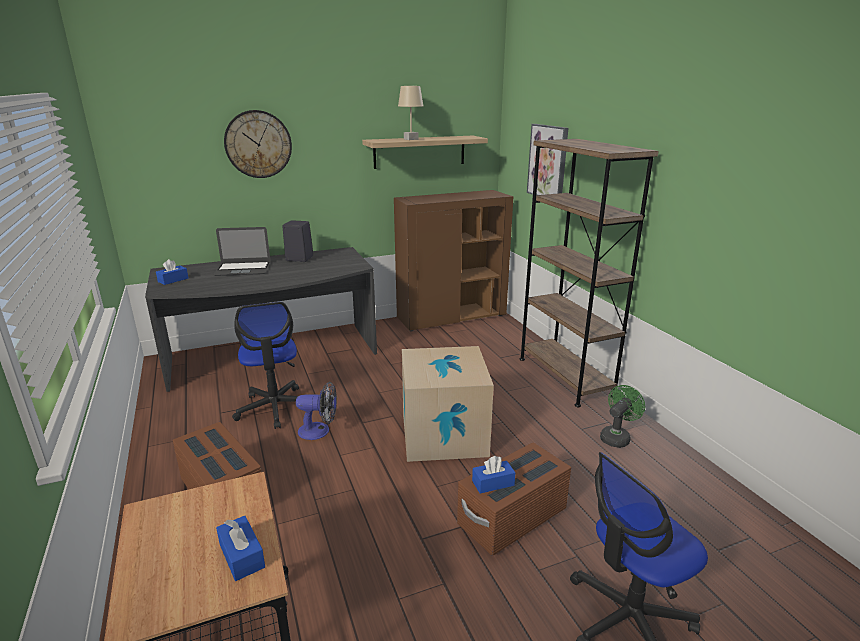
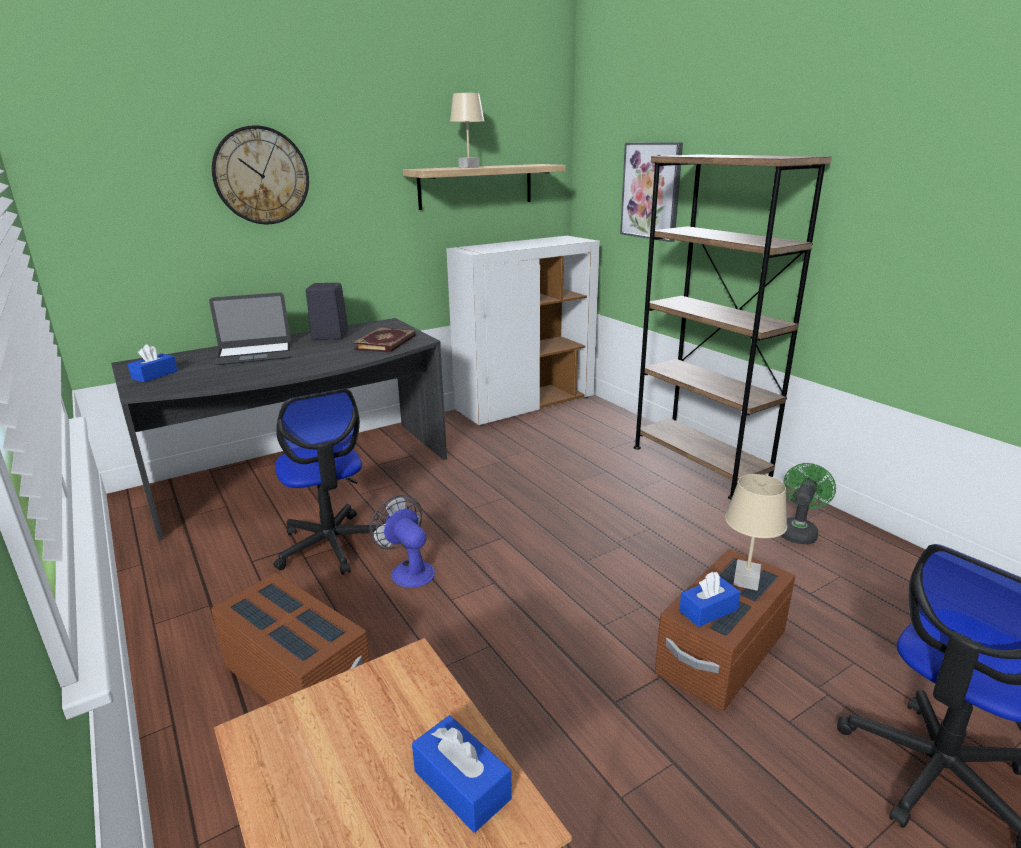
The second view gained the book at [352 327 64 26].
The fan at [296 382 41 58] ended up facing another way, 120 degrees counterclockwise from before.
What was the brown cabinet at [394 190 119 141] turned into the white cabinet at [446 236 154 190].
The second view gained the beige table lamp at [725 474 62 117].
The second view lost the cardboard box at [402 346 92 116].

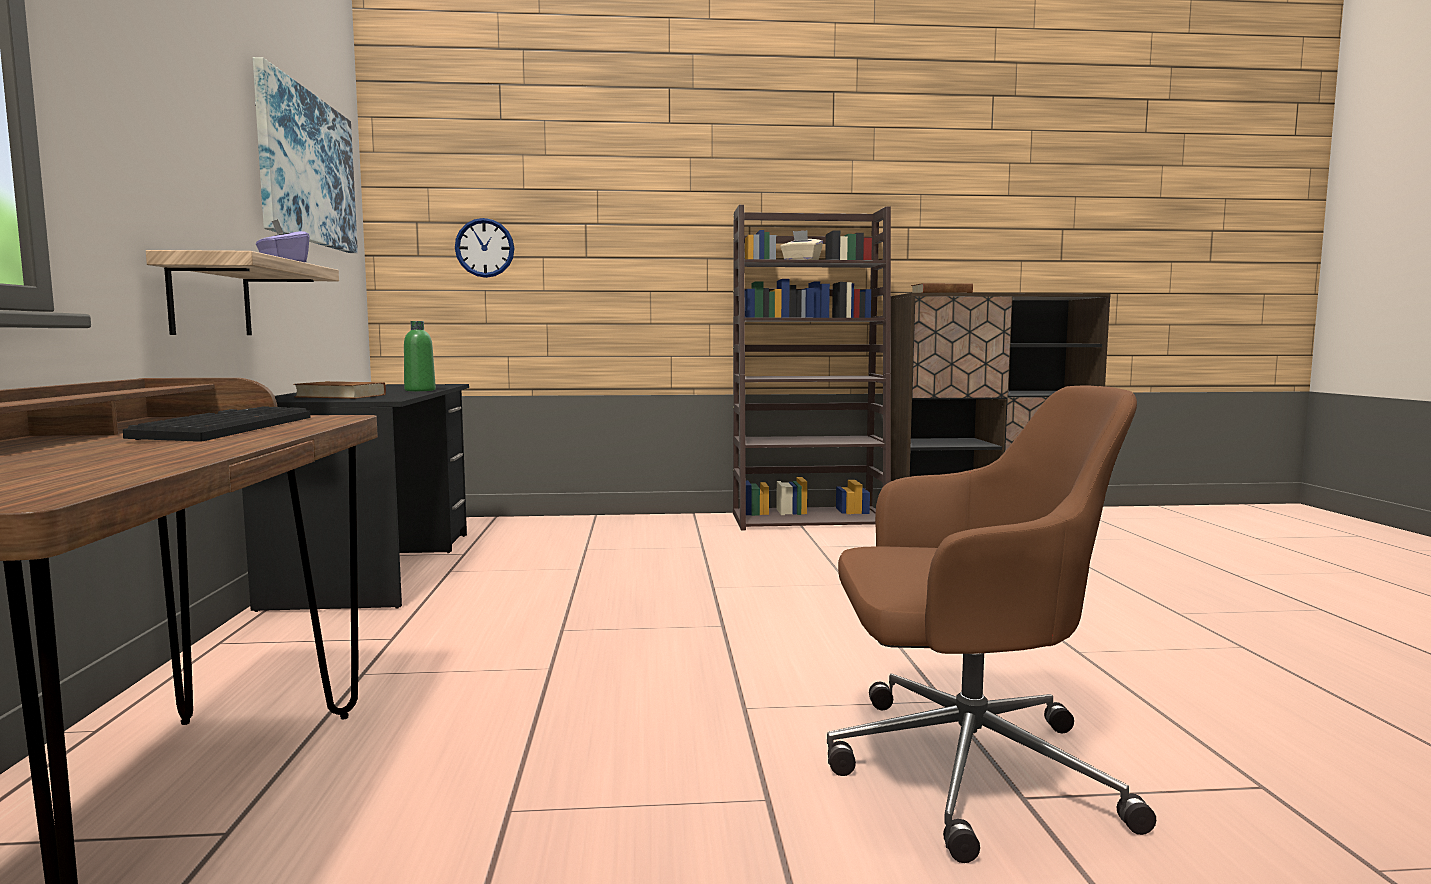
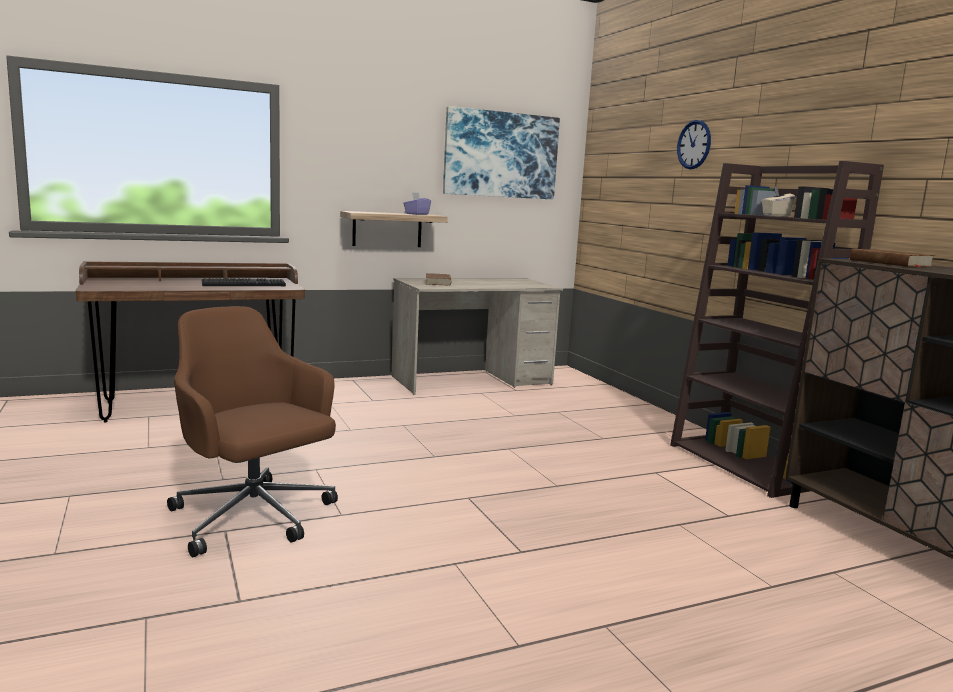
The brown office chair at [827 386 329 477] ended up facing another way, 150 degrees clockwise from before.
What was the black desk at [242 384 227 228] turned into the beige desk at [391 278 172 117].
The wall clock ended up elsewhere, having gone from [455 218 59 60] to [677 120 34 49].
The second view lost the green bottle at [404 321 32 70].

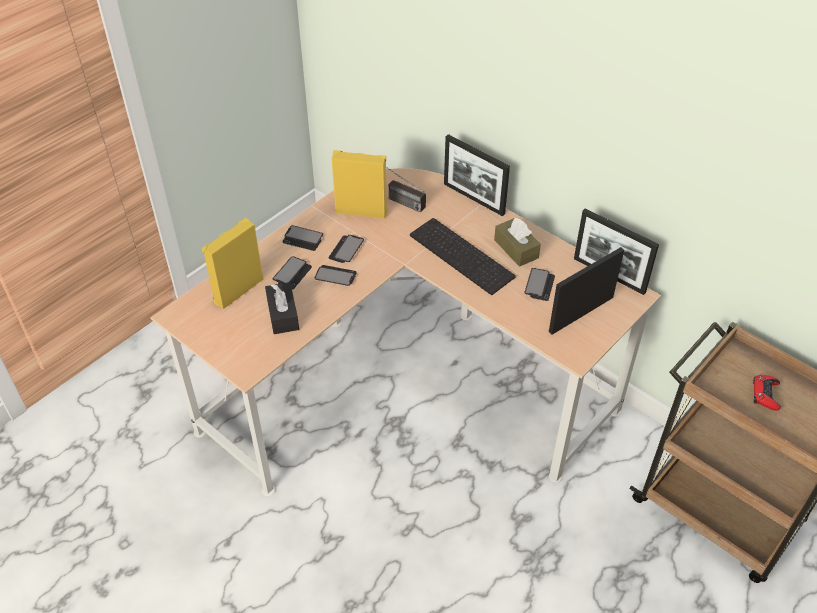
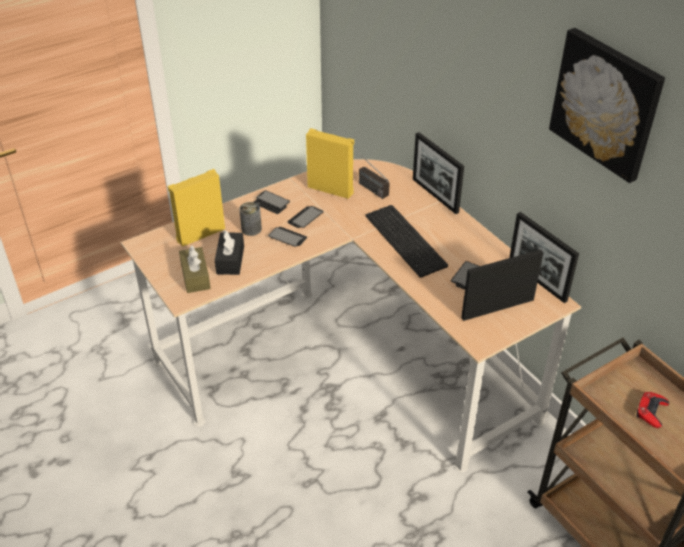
The brown tissue box ended up elsewhere, having gone from [494 217 47 50] to [179 245 32 48].
Where the phone stood at [272 256 40 34], the can came to stand at [239 202 23 34].
The second view gained the picture at [549 28 116 155].

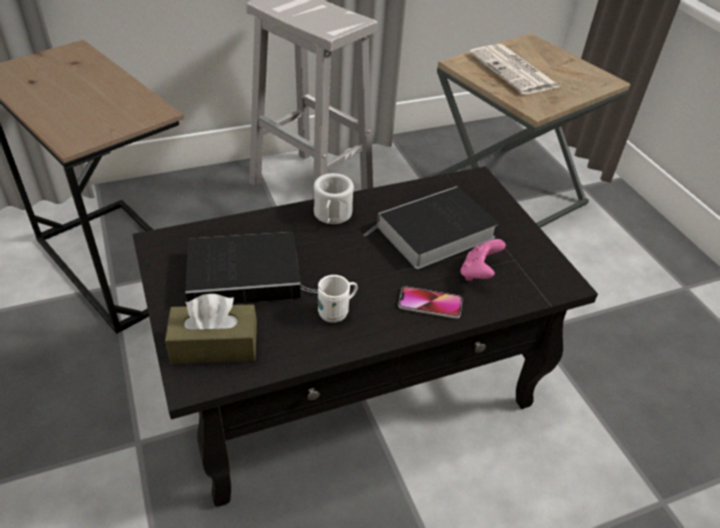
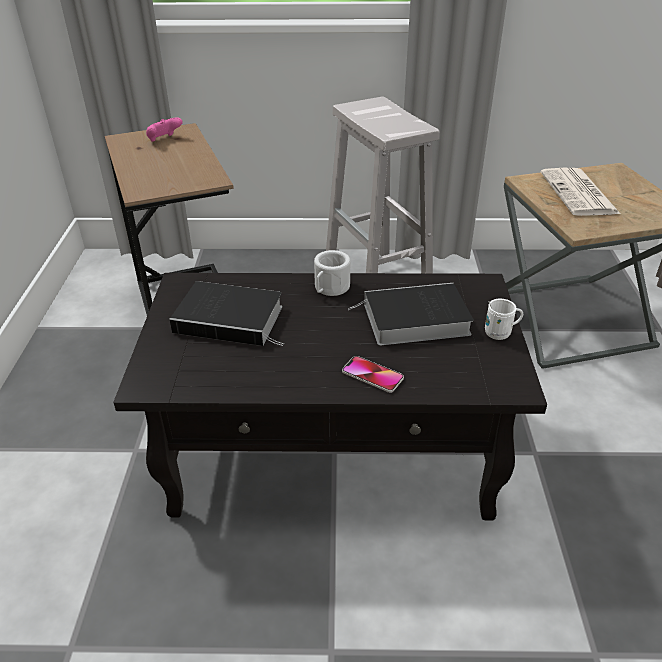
The pink game controller ended up elsewhere, having gone from [460 239 46 42] to [146 118 36 24].
The white mug ended up elsewhere, having gone from [318 275 40 48] to [485 298 38 42].
The second view lost the brown tissue box at [165 294 92 70].

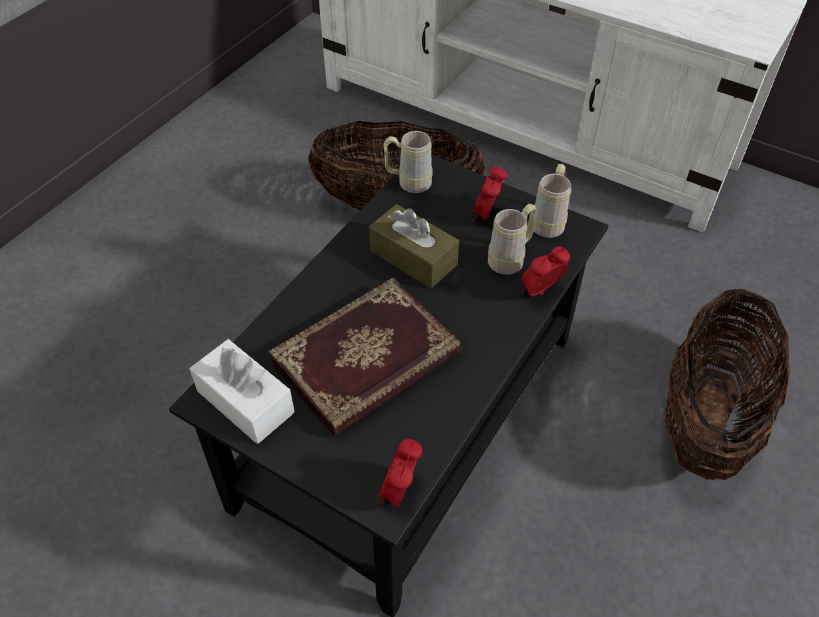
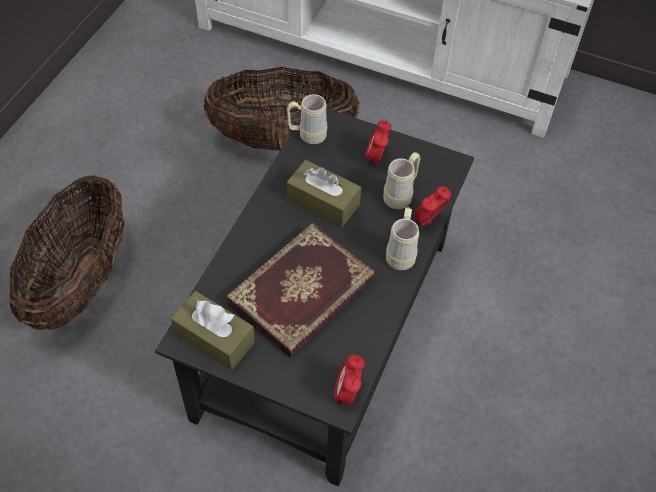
The basket ended up elsewhere, having gone from [665 288 125 192] to [9 175 115 156].
What was the white tissue box at [190 339 105 105] turned into the brown tissue box at [171 291 84 79].
The beige mug ended up elsewhere, having gone from [534 164 37 74] to [386 207 33 63].

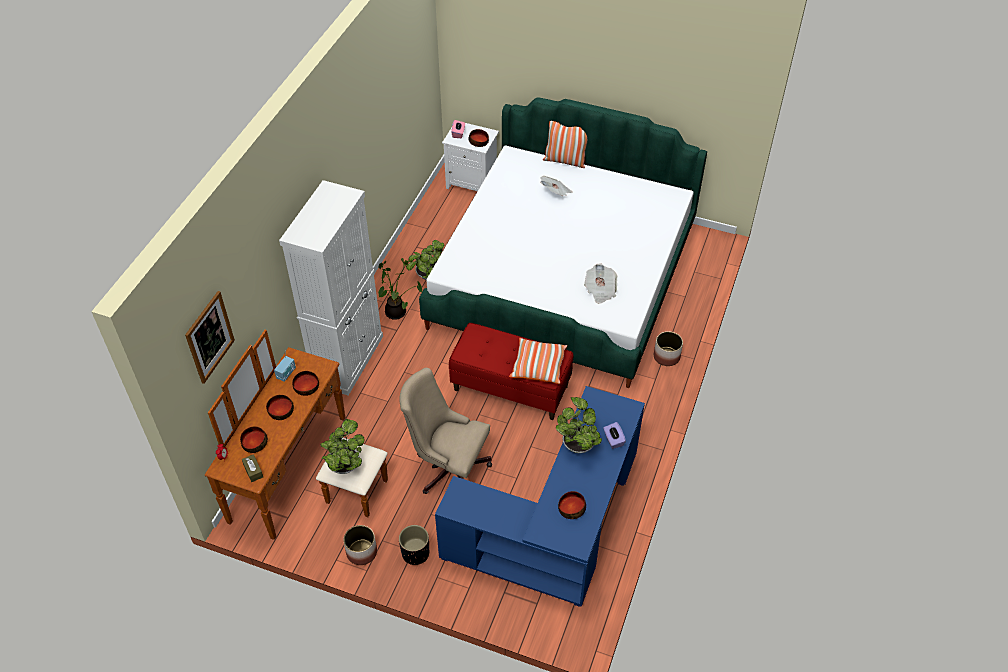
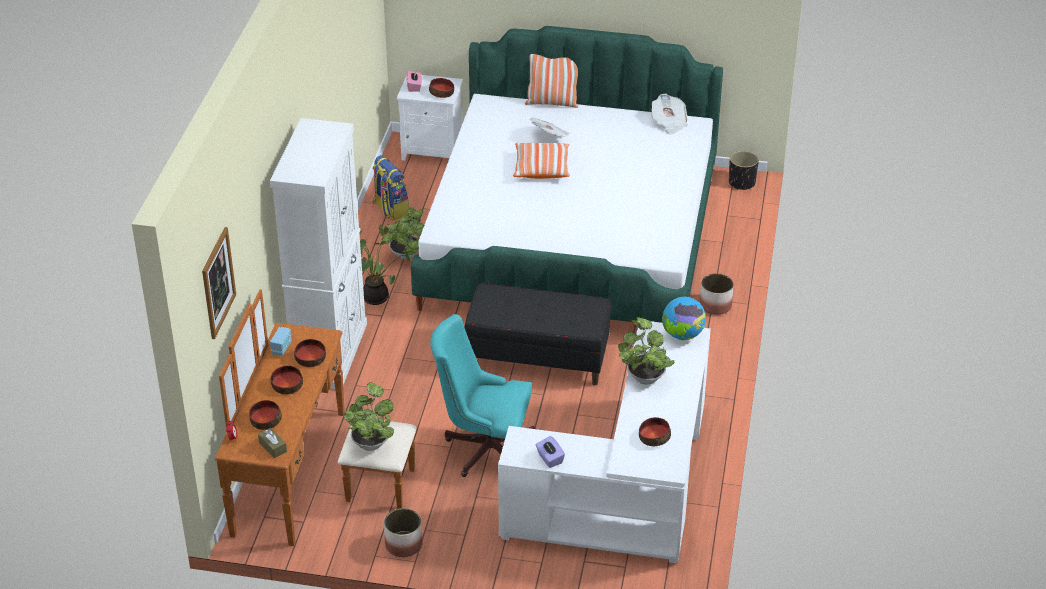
The second view gained the backpack at [373 155 36 66].
What was the beige office chair at [399 368 93 126] turned into the turquoise office chair at [430 314 105 163].
What was the red bench at [449 323 124 97] turned into the black bench at [465 283 146 102].
What was the blue desk at [435 386 210 221] turned into the white desk at [498 321 213 242].
The pillow ended up elsewhere, having gone from [509 338 58 46] to [513 143 57 36].
The purple tissue box ended up elsewhere, having gone from [603 422 23 27] to [536 436 29 32].
The newspaper ended up elsewhere, having gone from [584 264 33 40] to [651 94 37 41].
The second view gained the globe at [662 297 44 43].
The black planter ended up elsewhere, having gone from [399 525 30 40] to [729 151 30 39].

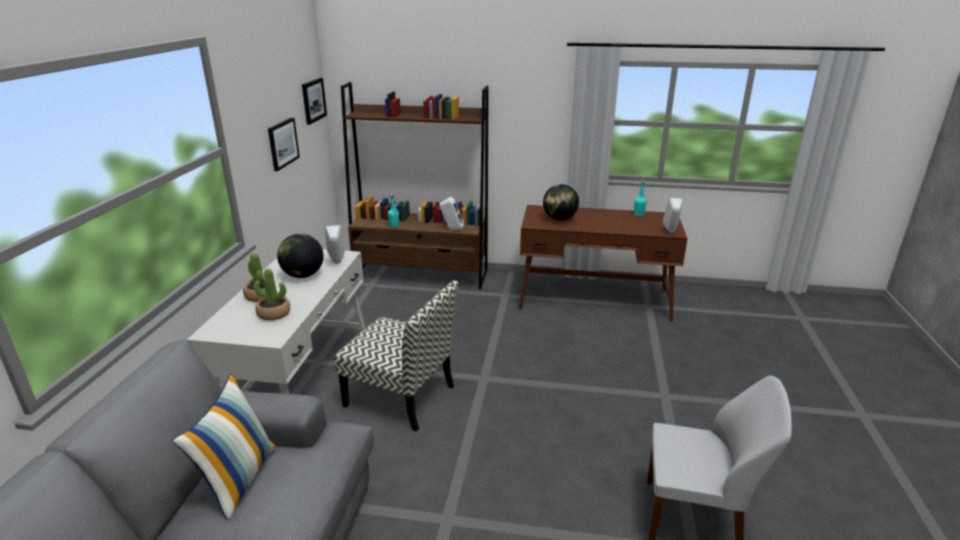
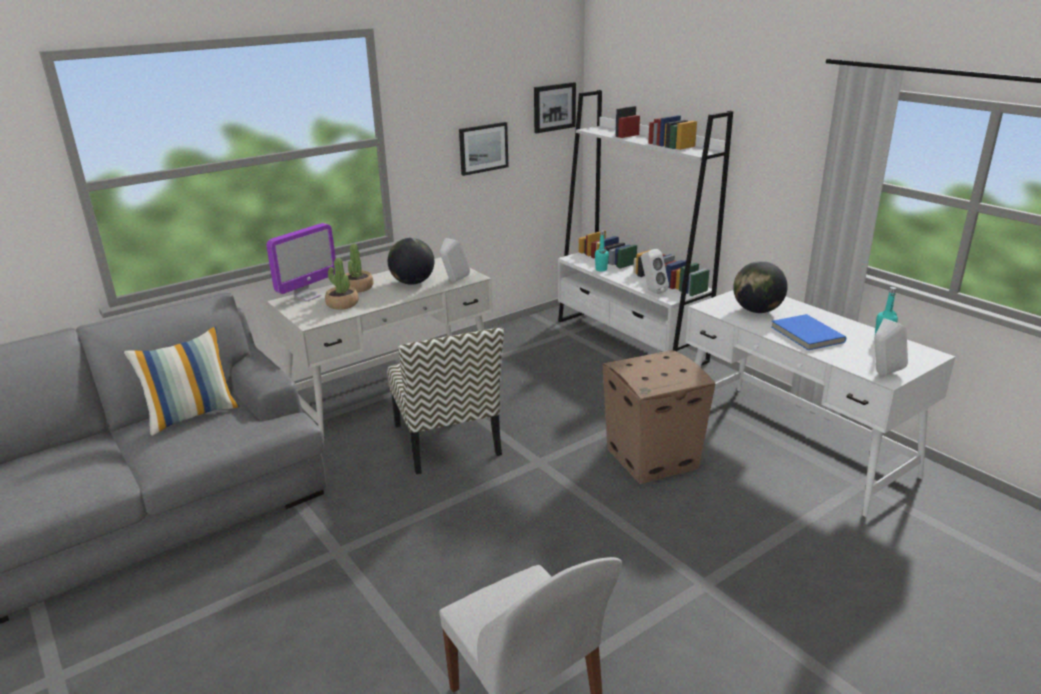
The second view gained the monitor at [266 223 70 79].
What was the brown bookcase at [341 82 148 207] turned into the white bookcase at [558 90 175 276].
The second view gained the cardboard box at [602 350 113 134].
What was the brown desk at [519 205 169 117] turned into the white desk at [685 290 270 227].
The second view gained the blue book at [772 314 74 36].

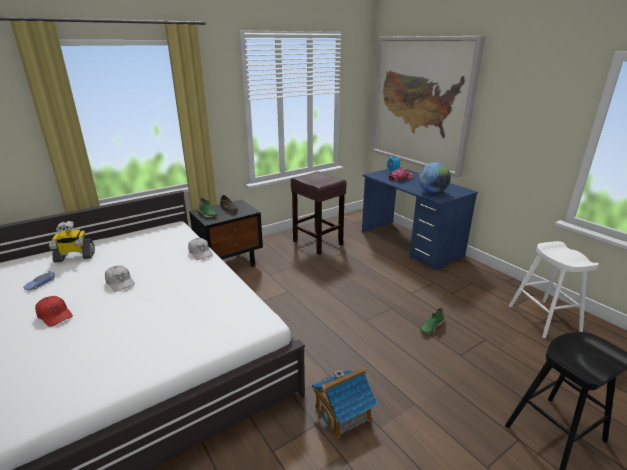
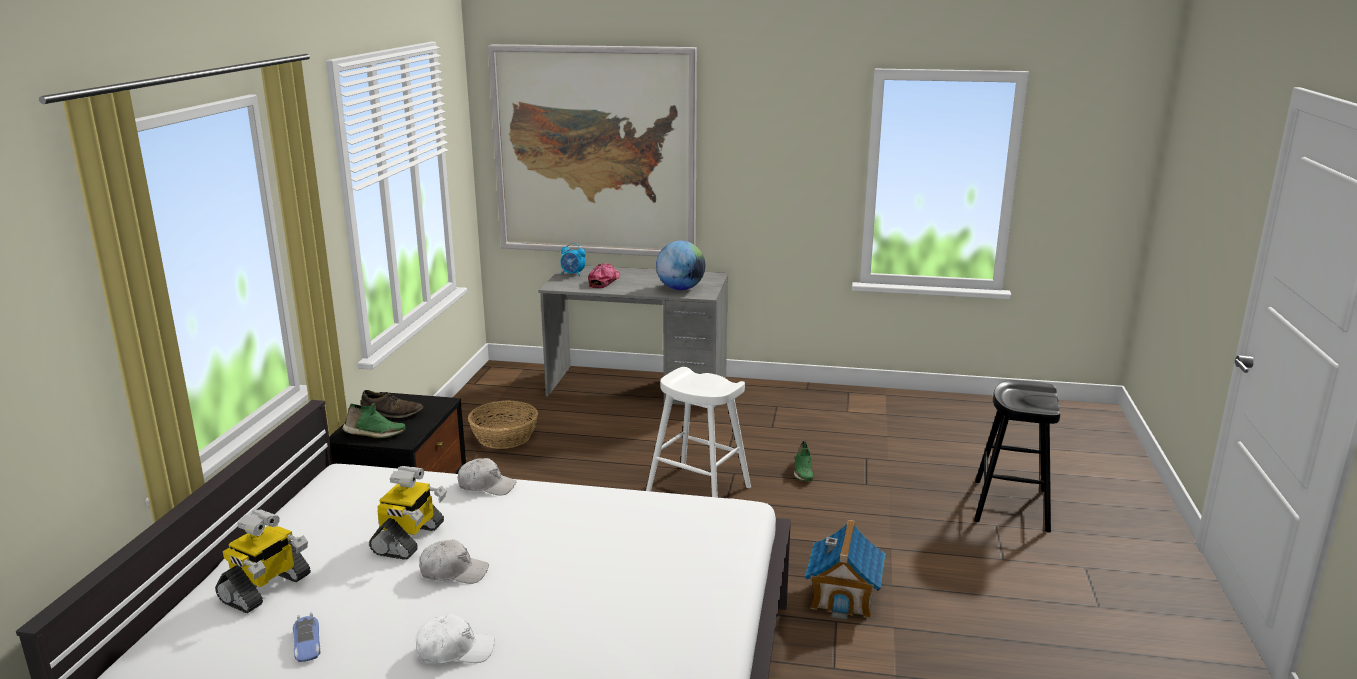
The second view gained the toy robot at [369 466 78 94].
What was the red cap at [35 296 38 31] turned into the white cap at [416 614 79 49].
Where the brown stool stood at [291 171 56 84], the basket came to stand at [468 400 70 49].
What was the blue desk at [362 167 116 103] turned into the grey desk at [538 266 190 143].
The white stool ended up elsewhere, having gone from [509 241 90 97] to [646 367 105 131].

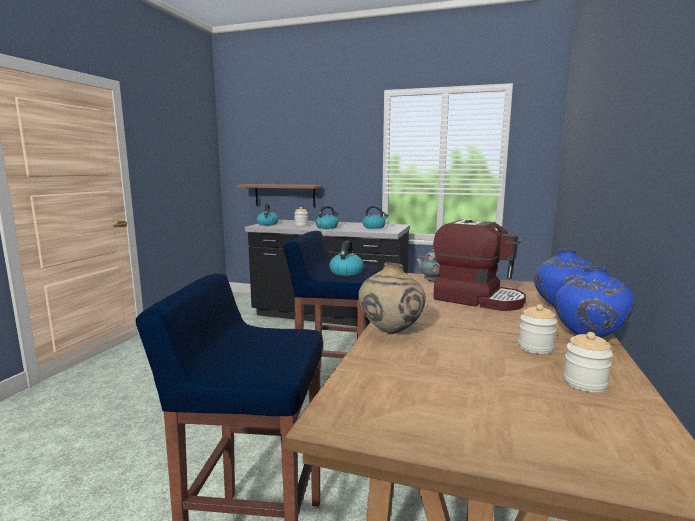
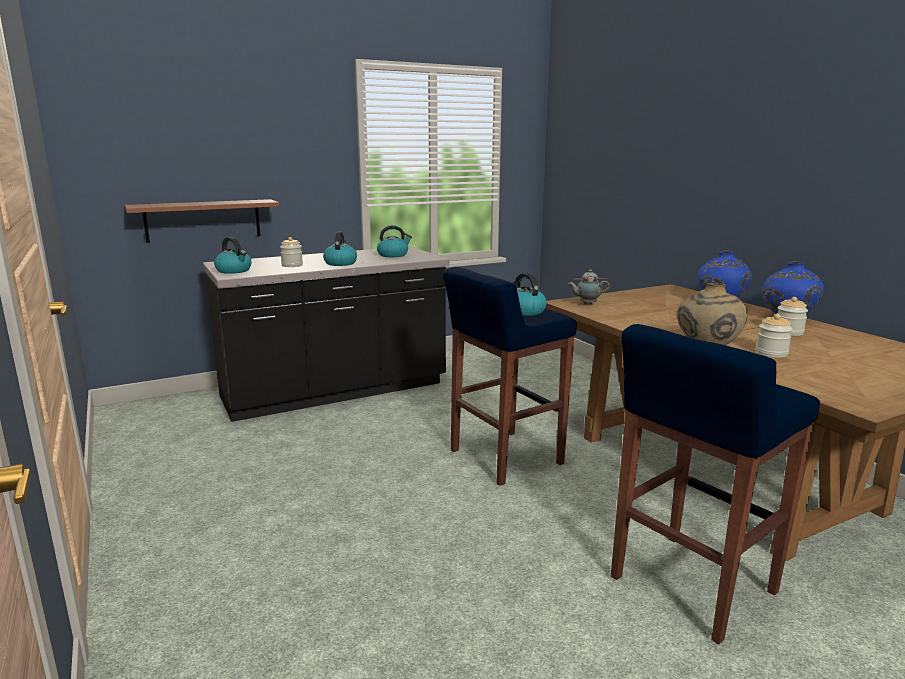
The jar ended up elsewhere, having gone from [563 332 50 61] to [756 314 37 43].
The second view lost the coffee machine at [433 220 93 91].

